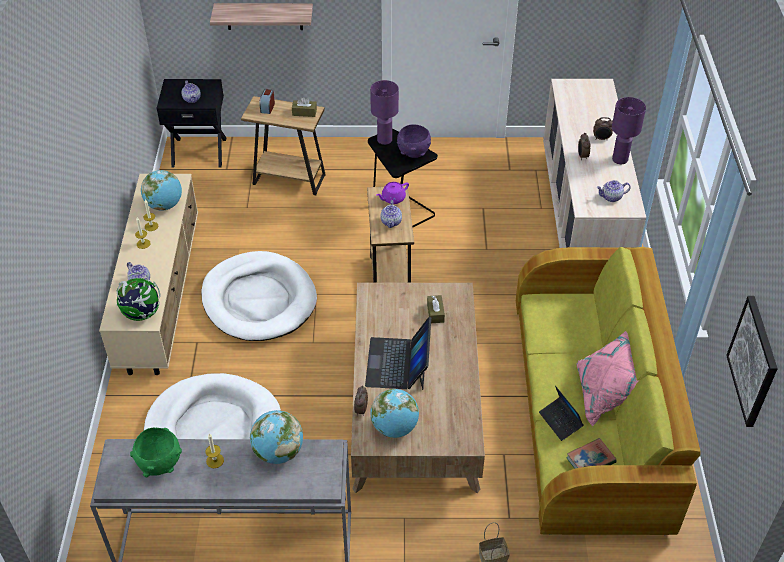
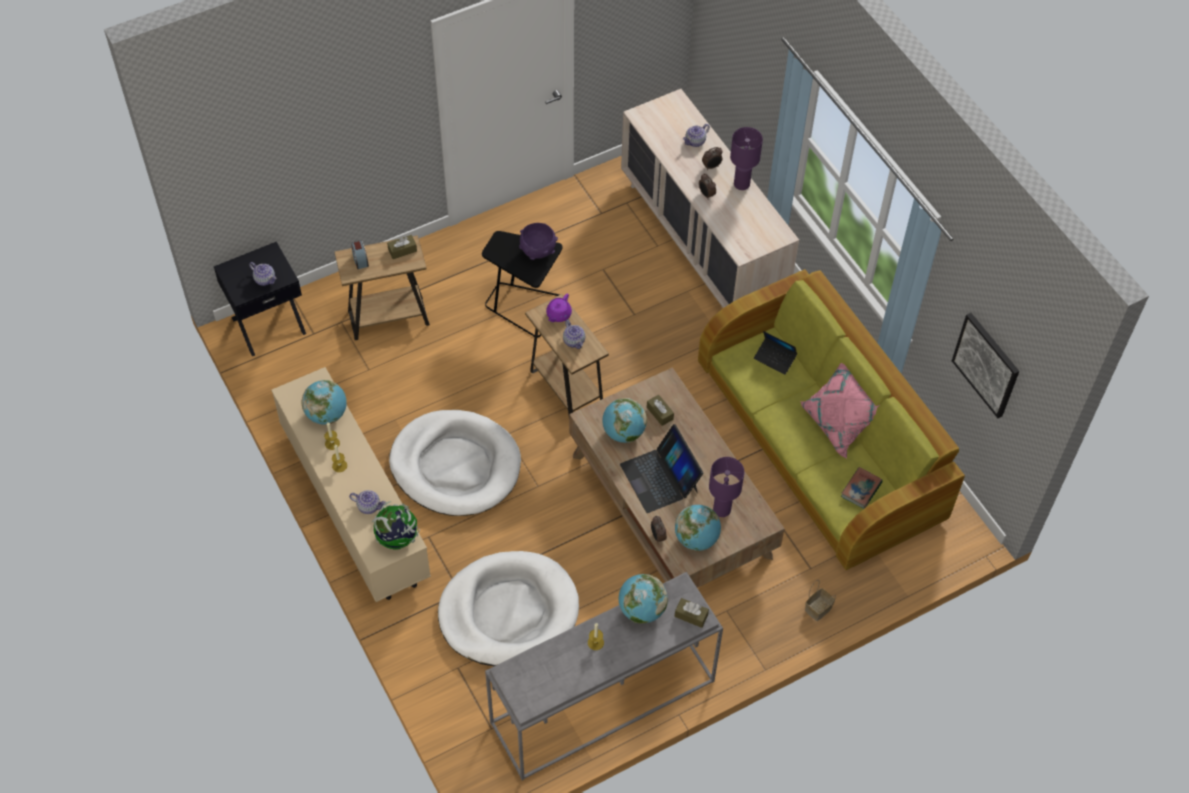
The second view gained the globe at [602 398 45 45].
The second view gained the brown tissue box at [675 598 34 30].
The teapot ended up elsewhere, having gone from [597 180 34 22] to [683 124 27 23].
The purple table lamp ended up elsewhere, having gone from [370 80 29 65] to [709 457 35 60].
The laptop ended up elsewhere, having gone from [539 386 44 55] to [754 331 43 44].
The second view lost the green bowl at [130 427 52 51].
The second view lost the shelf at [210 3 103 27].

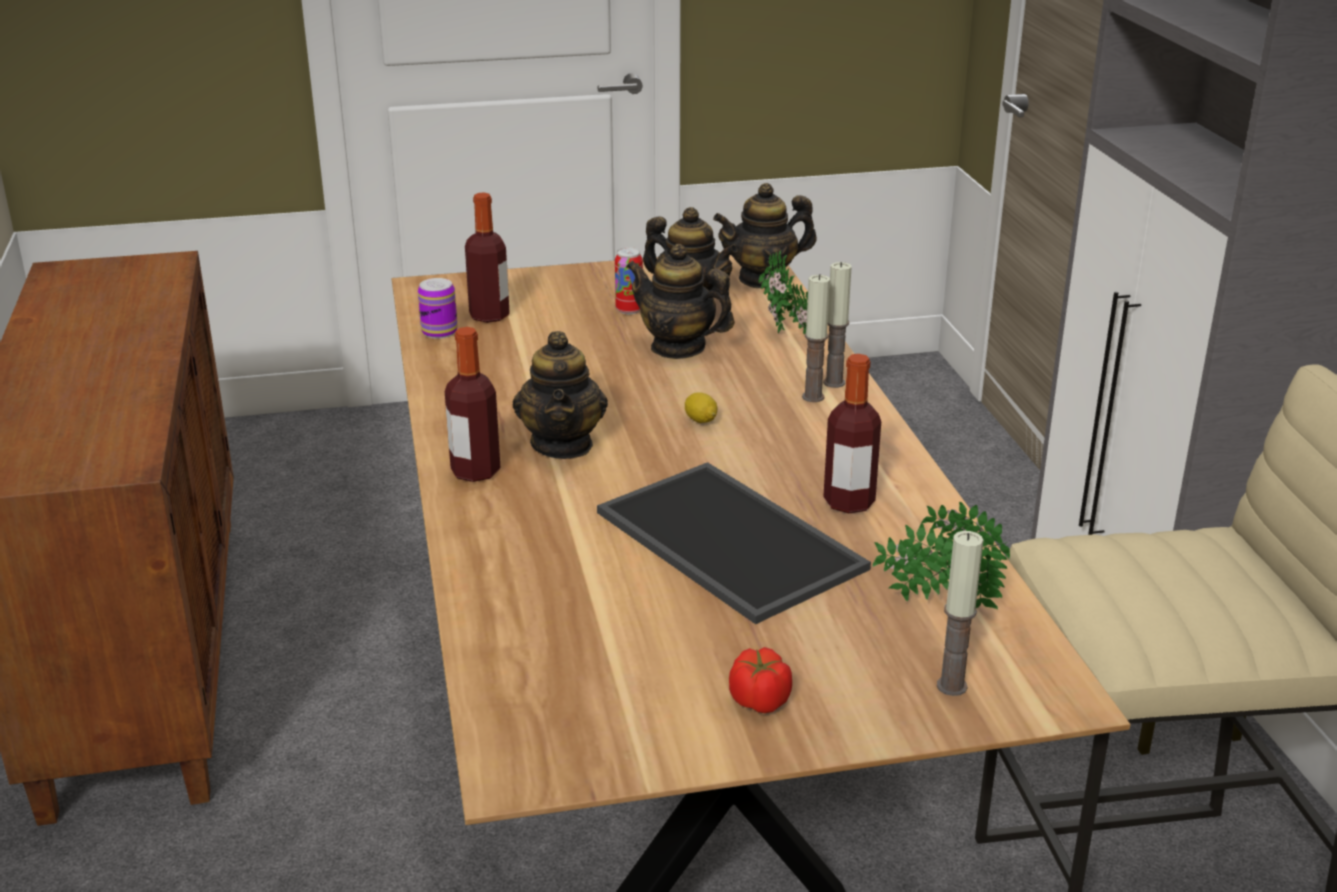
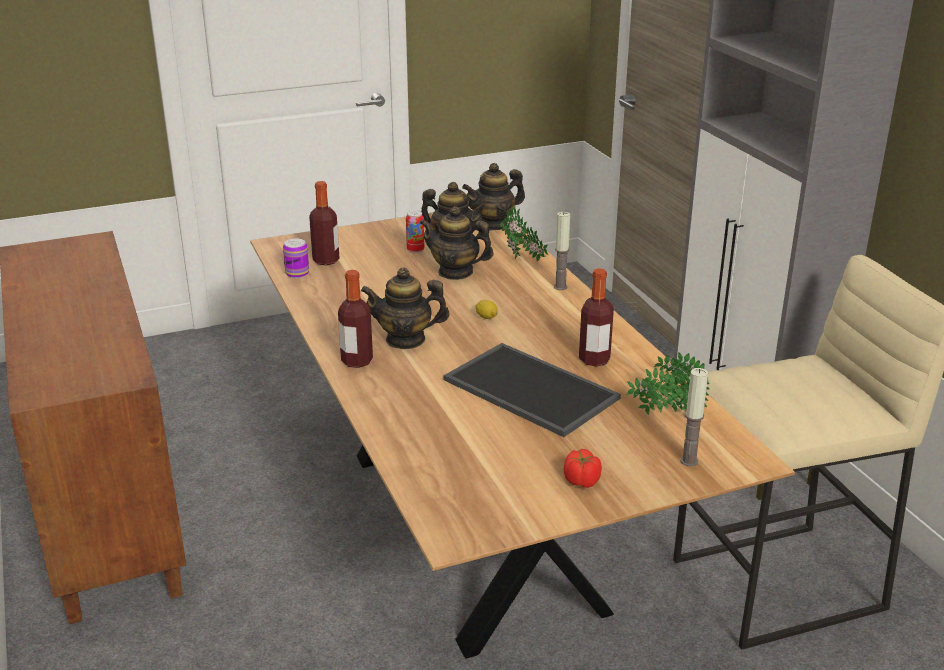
The teapot at [513 331 95 128] ended up facing another way, 105 degrees clockwise from before.
The second view lost the candle at [802 274 28 128].

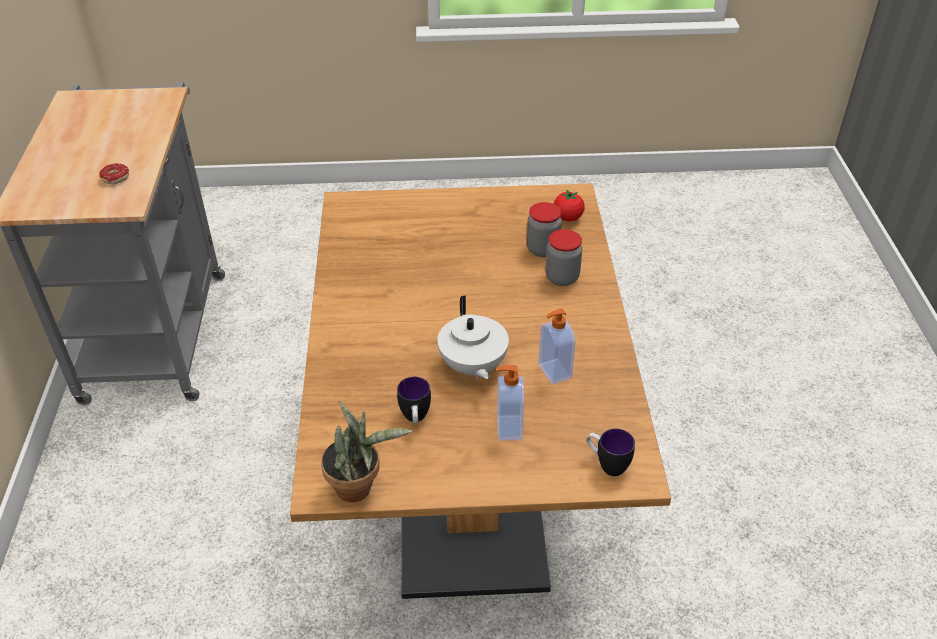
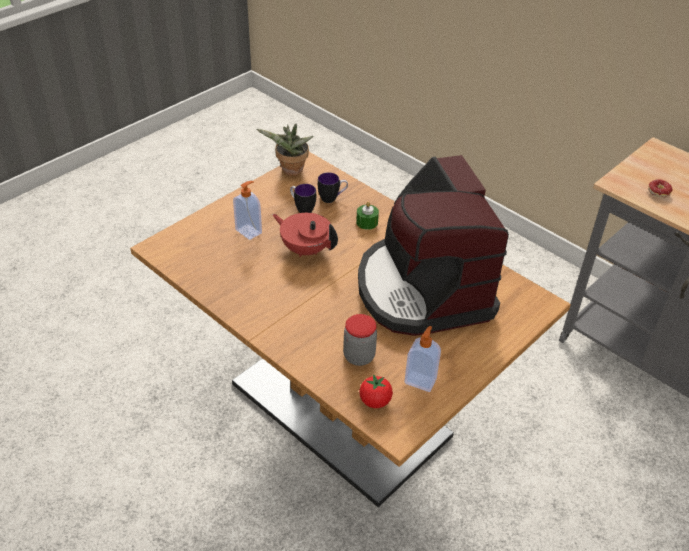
What was the white teapot at [437 295 72 84] turned into the red teapot at [273 213 65 44].
The mug ended up elsewhere, having gone from [587 429 48 47] to [318 172 30 31].
The second view gained the green candle at [356 202 23 28].
The second view gained the coffee machine at [358 155 151 181].
The soap dispenser ended up elsewhere, having gone from [538 309 37 76] to [404 326 37 66].
The second view lost the jar at [546 229 36 57].

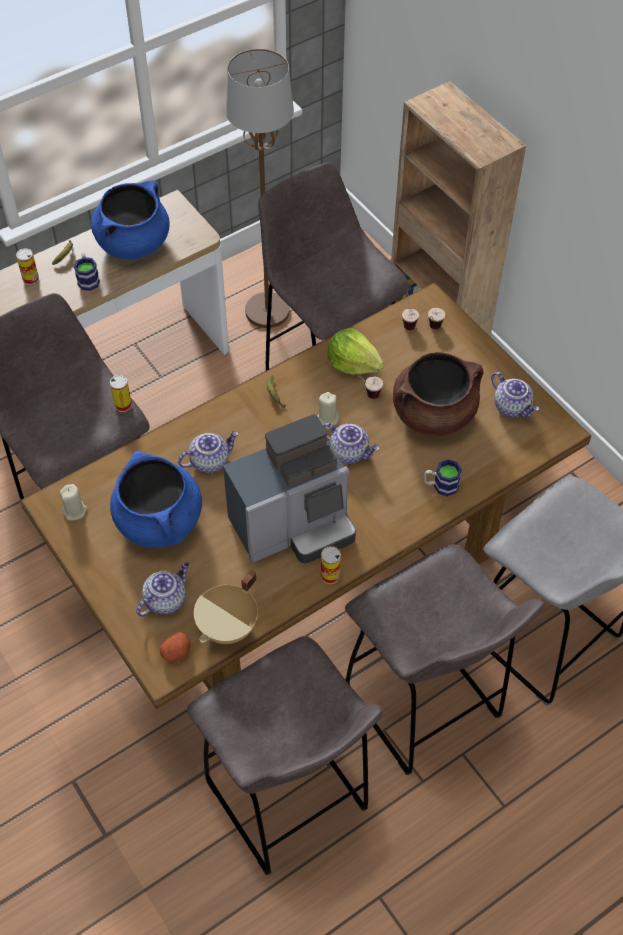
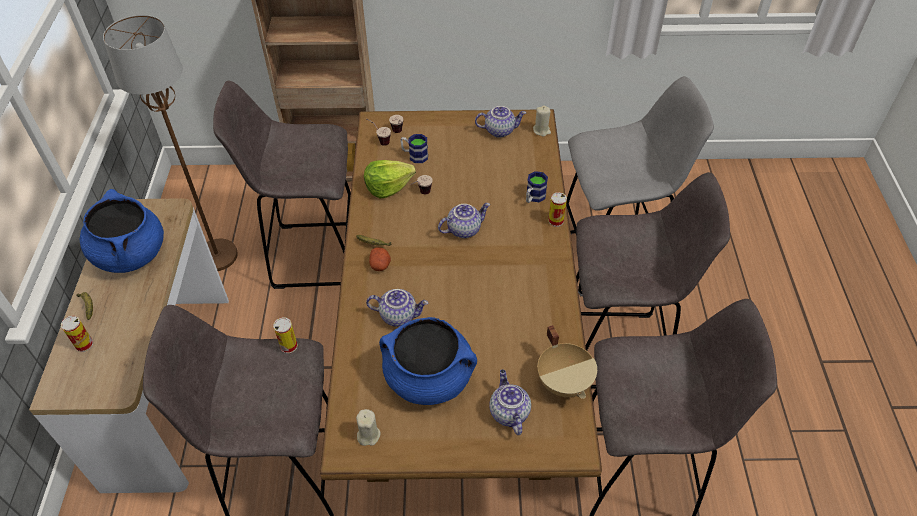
The teapot at [178 431 61 42] ended up facing another way, 90 degrees clockwise from before.
The potato ended up elsewhere, having gone from [160 632 31 30] to [369 247 22 24].
The mug ended up elsewhere, having gone from [74 253 26 38] to [400 134 28 29].
The beige candle ended up elsewhere, having gone from [317 392 22 37] to [533 106 18 31].
The can ended up elsewhere, having gone from [321 546 20 38] to [548 192 19 35].
The second view lost the coffee machine at [223 414 133 149].
The second view lost the brown cooking pot at [393 352 90 84].

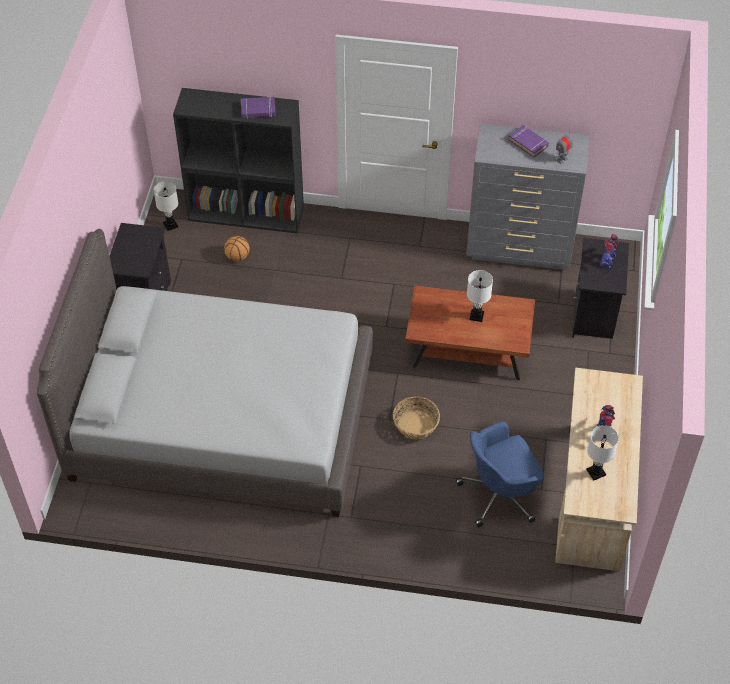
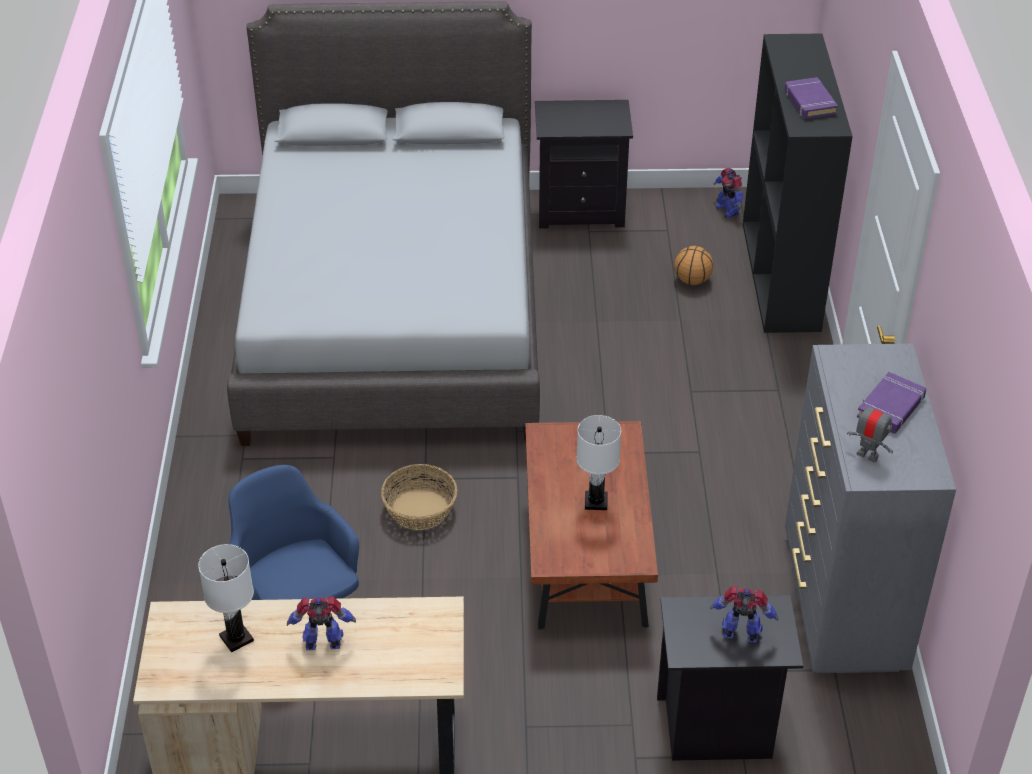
Where the white table lamp stood at [154 181 24 50], the toy robot came to stand at [713 168 30 50].

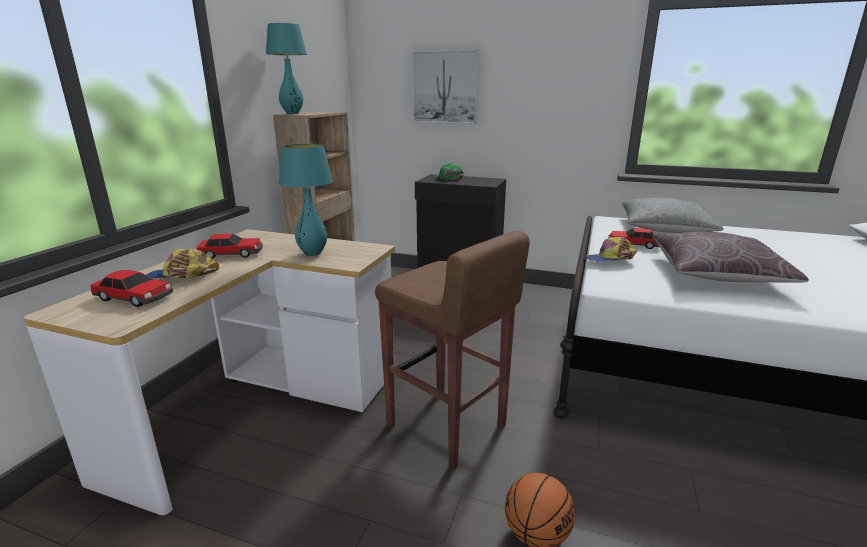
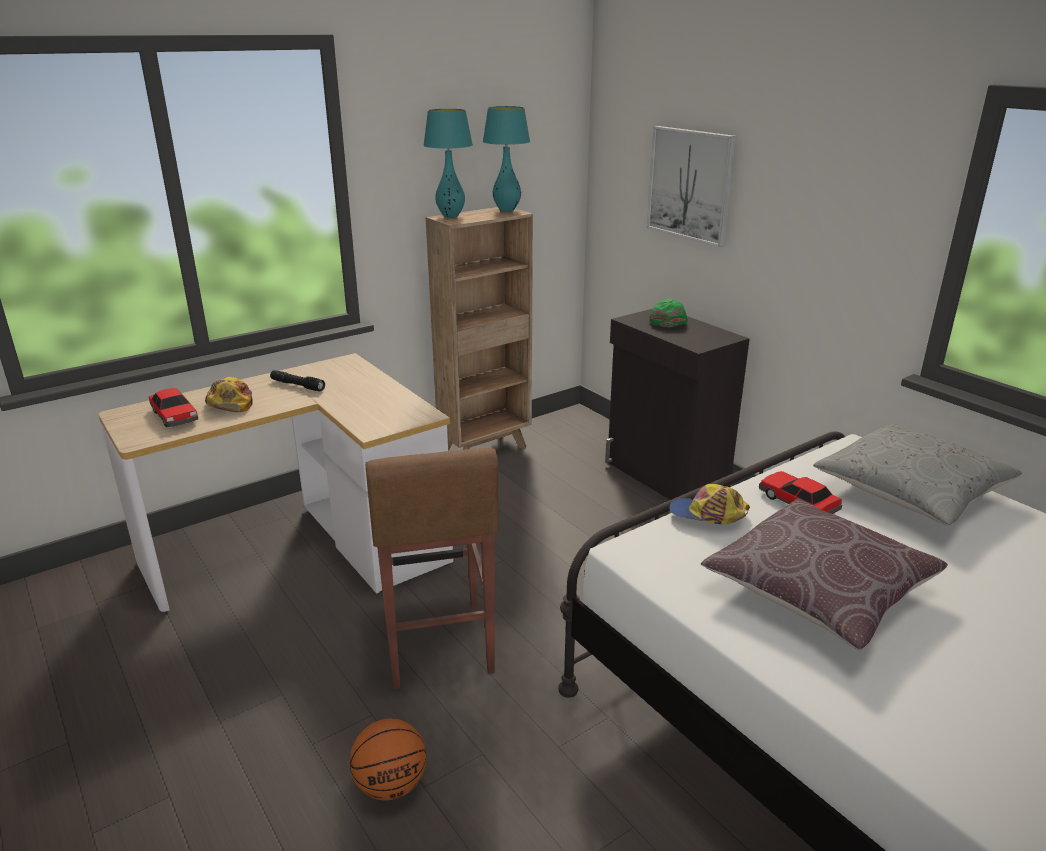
The cap at [146 249 73 29] ended up facing another way, 45 degrees clockwise from before.
Where the toy car stood at [197 234 66 25], the black flashlight came to stand at [270 370 55 21].
The turquoise table lamp ended up elsewhere, having gone from [278 144 55 112] to [483 106 47 106].

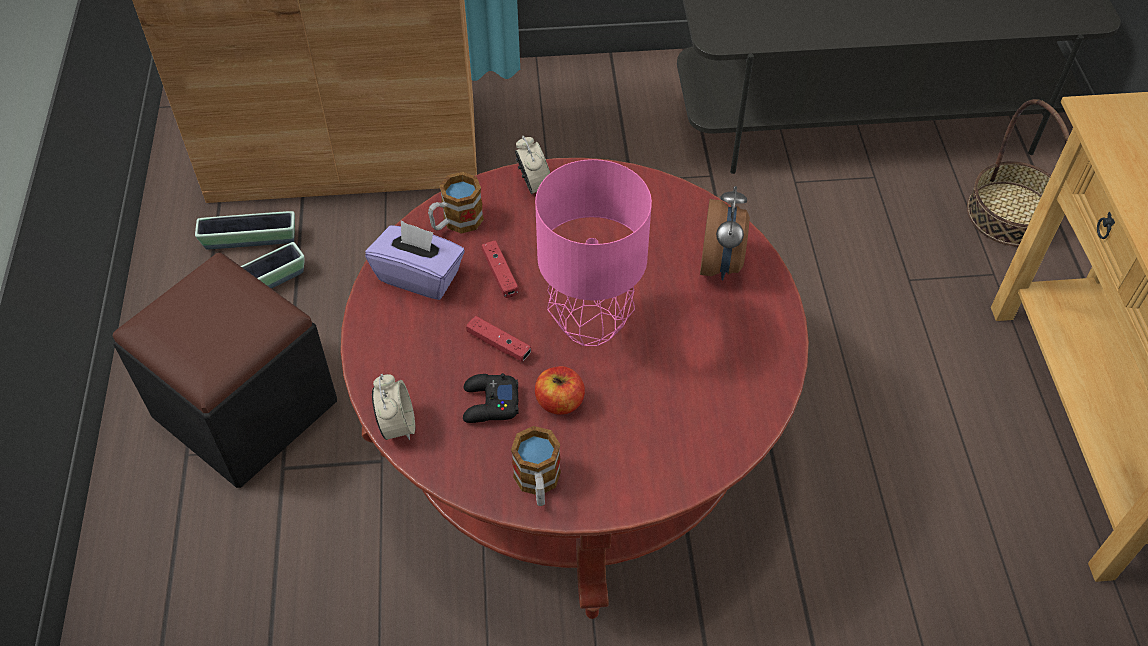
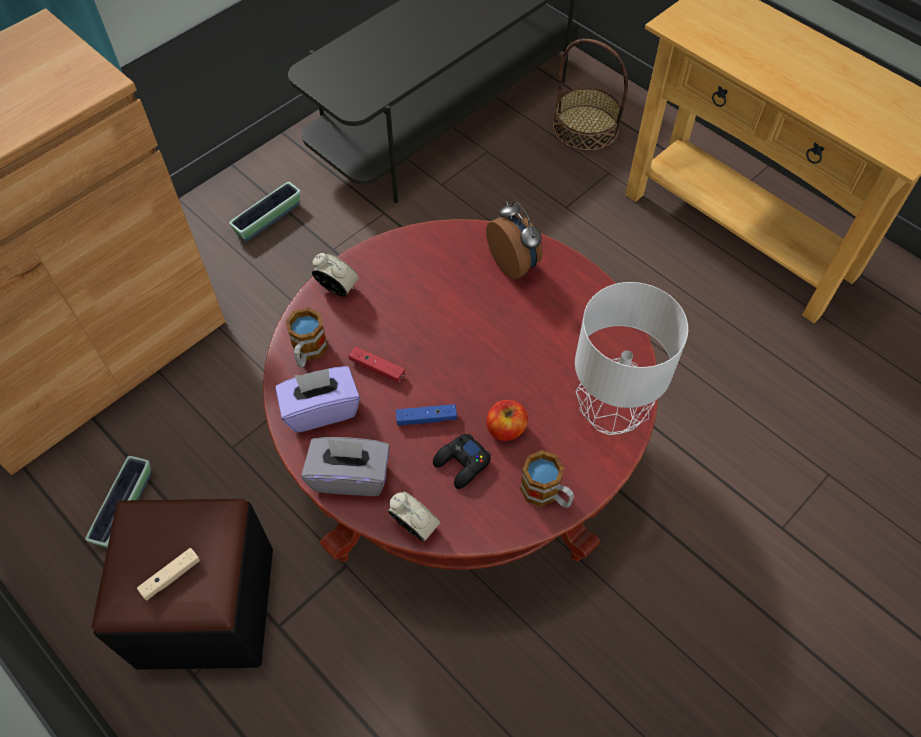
The second view gained the beige game controller at [137 548 63 53].
The planter ended up elsewhere, having gone from [195 211 100 38] to [229 182 72 60].
The second view gained the grey tissue box at [302 437 88 59].
What was the red game controller at [466 316 65 46] turned into the blue game controller at [396 404 61 21].
The second view gained the grey table lamp at [575 282 113 153].
The second view lost the pink table lamp at [535 159 117 187].

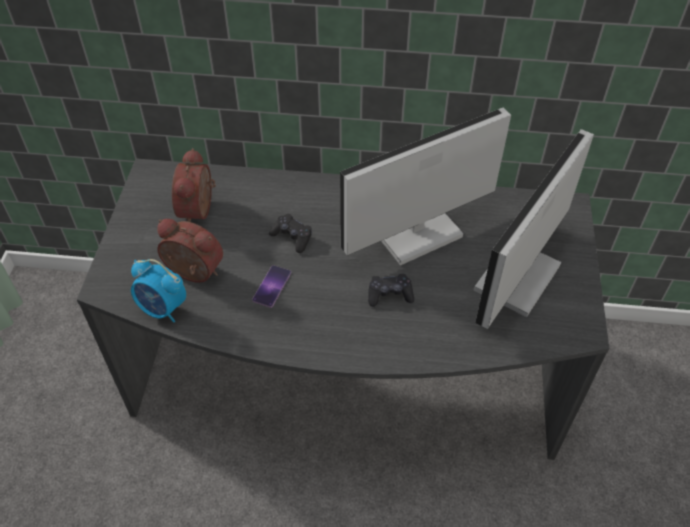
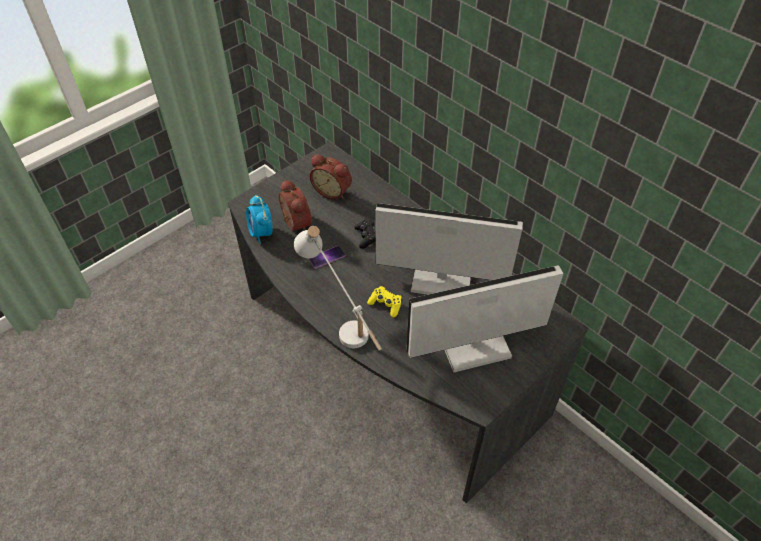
The second view gained the white table lamp at [294 226 88 124].
The alarm clock at [172 148 44 74] ended up facing another way, 105 degrees counterclockwise from before.
What was the black game controller at [368 274 46 33] turned into the yellow game controller at [367 286 35 31].

